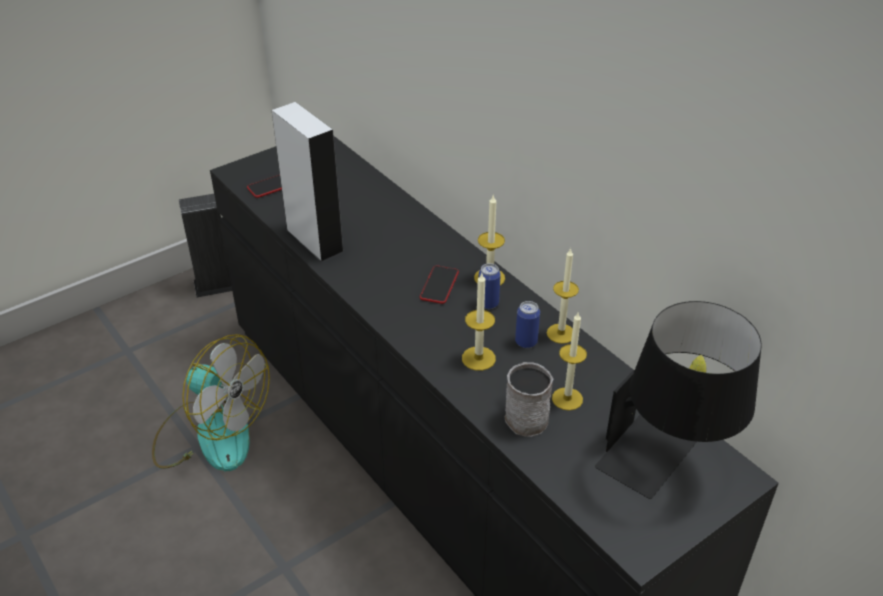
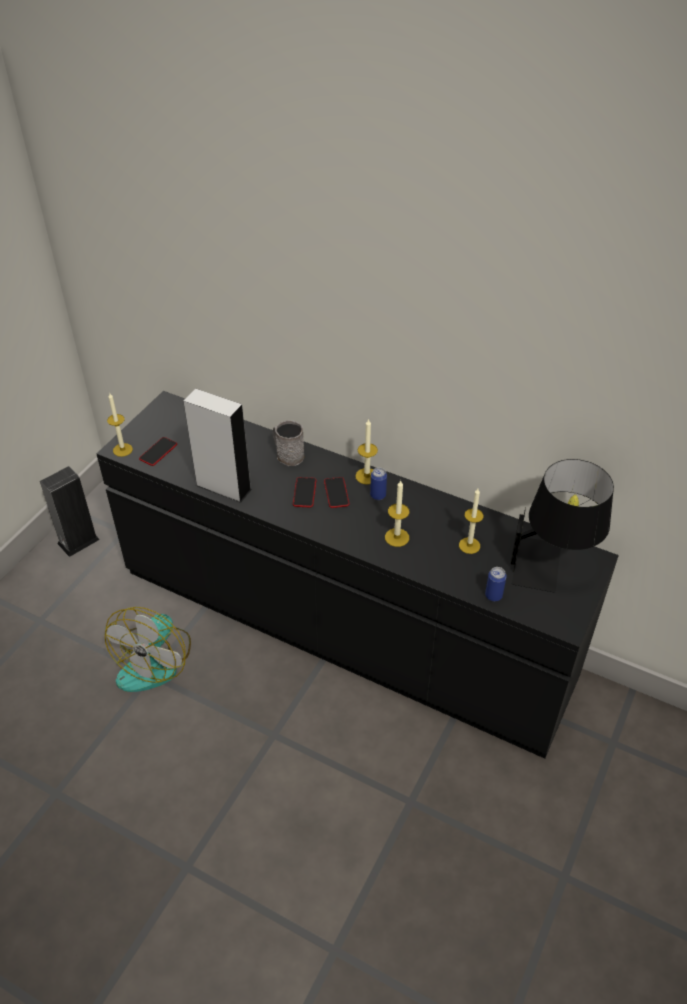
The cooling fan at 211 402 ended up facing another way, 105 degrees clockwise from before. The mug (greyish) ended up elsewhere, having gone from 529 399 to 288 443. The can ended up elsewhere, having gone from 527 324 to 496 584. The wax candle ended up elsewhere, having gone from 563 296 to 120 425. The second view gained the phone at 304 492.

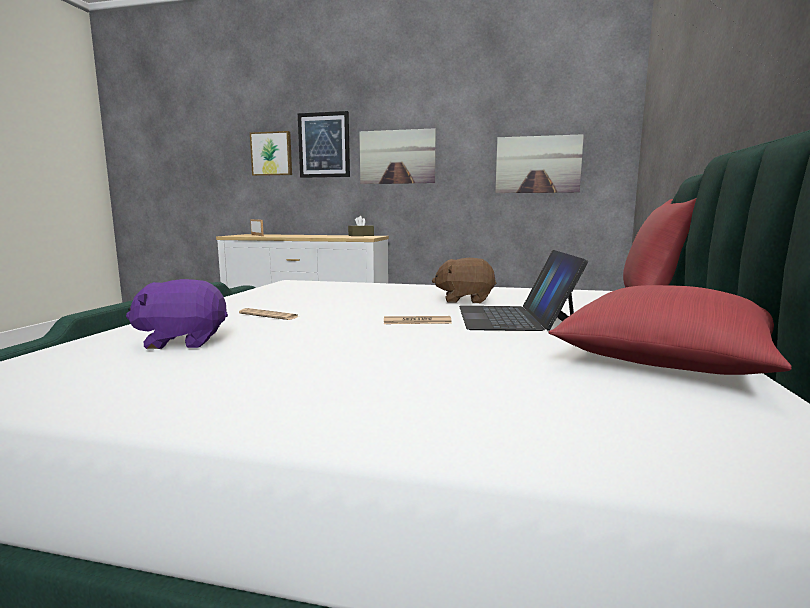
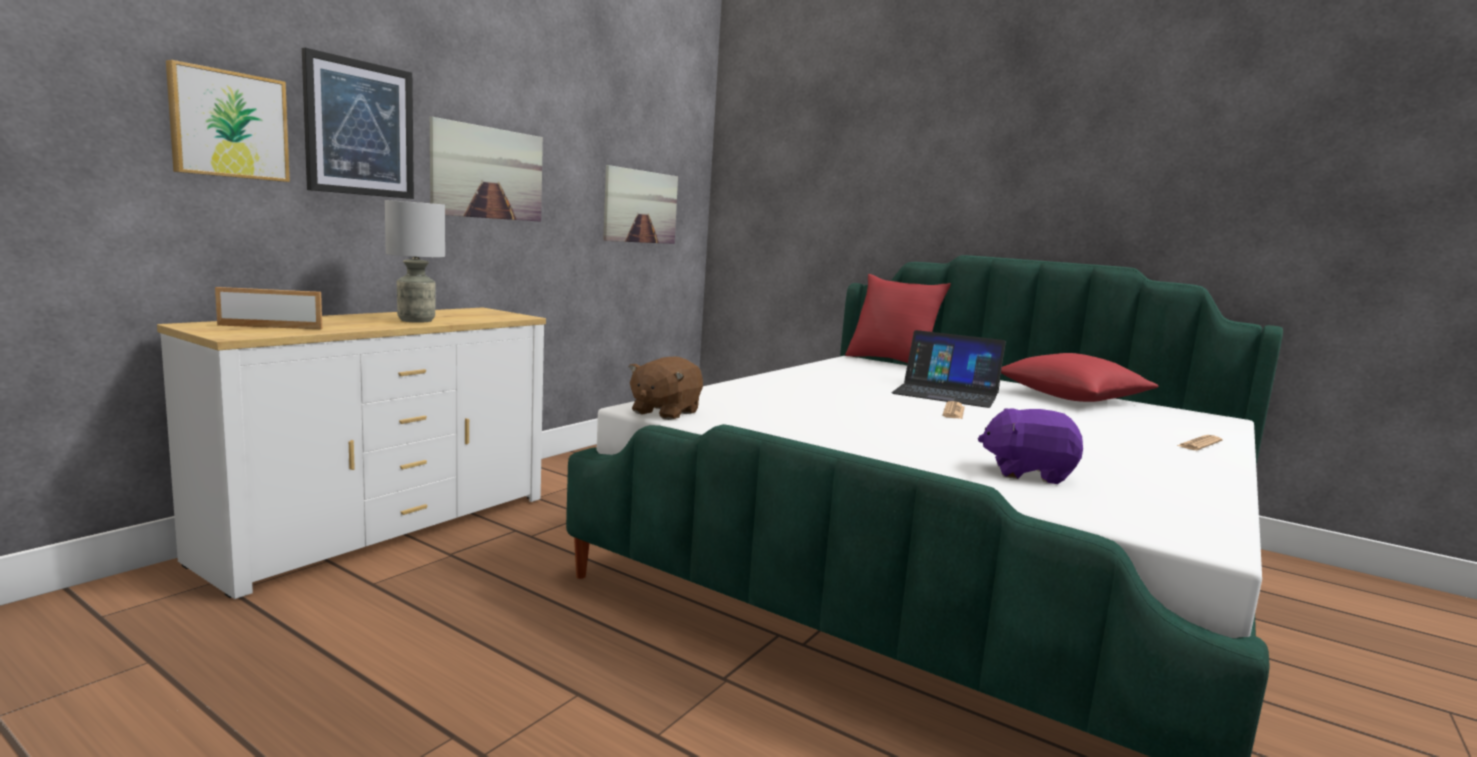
The soft toy (purple) at 177 314 ended up facing another way, 90 degrees clockwise from before. The newspaper ended up elsewhere, having gone from 269 314 to 1200 442. The second view lost the tissue holder (brown) at 361 226. The soft toy (brown) ended up elsewhere, having gone from 464 280 to 666 388. The second view gained the tabletop lamp (greyish) at 415 261.

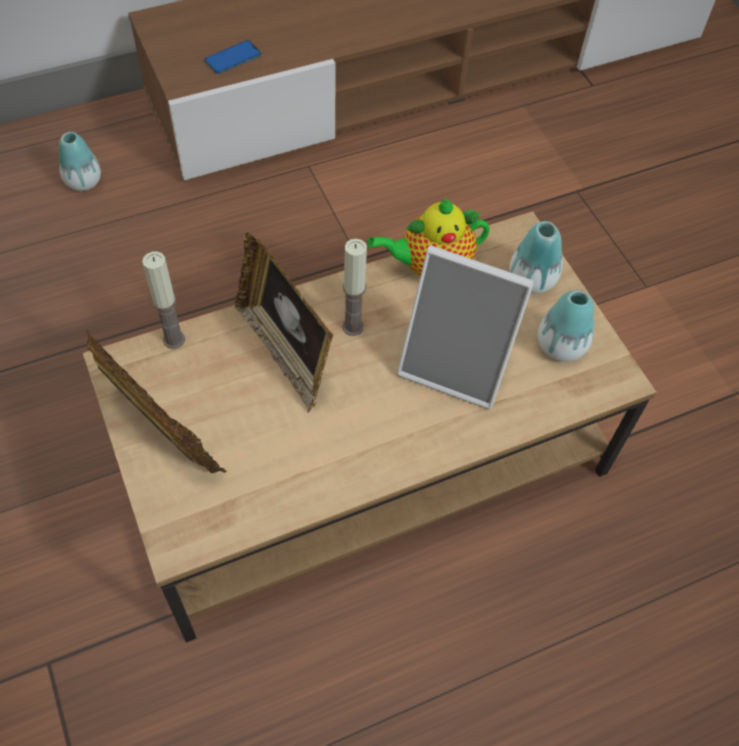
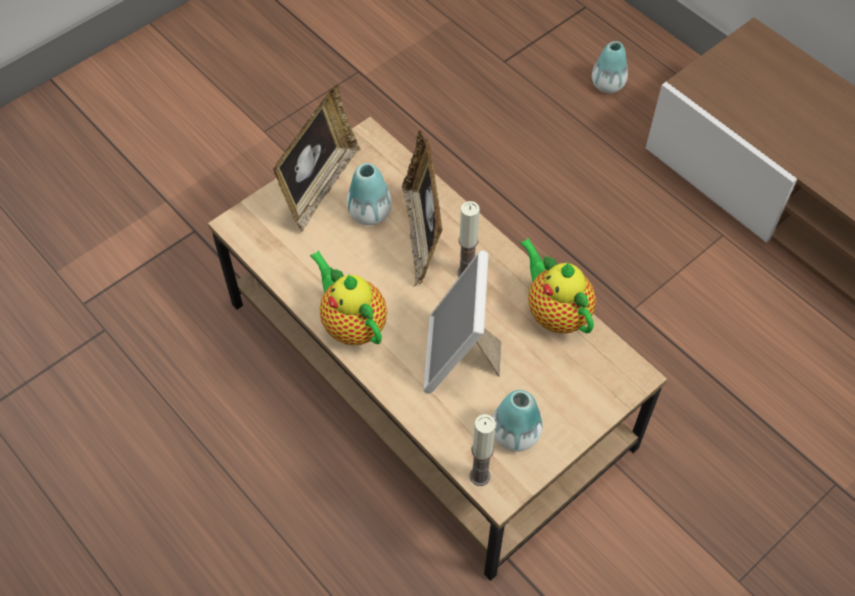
The wax candle ended up elsewhere, having gone from 163 300 to 483 450. The second view lost the phone at 233 57. The photo frame at 284 322 ended up facing another way, 45 degrees counterclockwise from before. The flower vase ended up elsewhere, having gone from 536 257 to 369 194. The second view gained the pot for tea at 348 297.

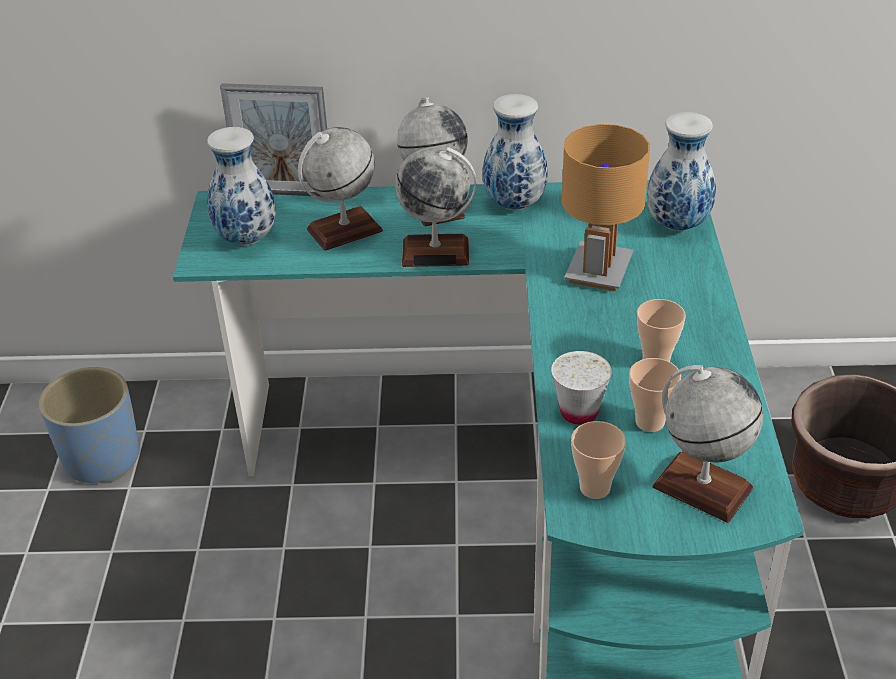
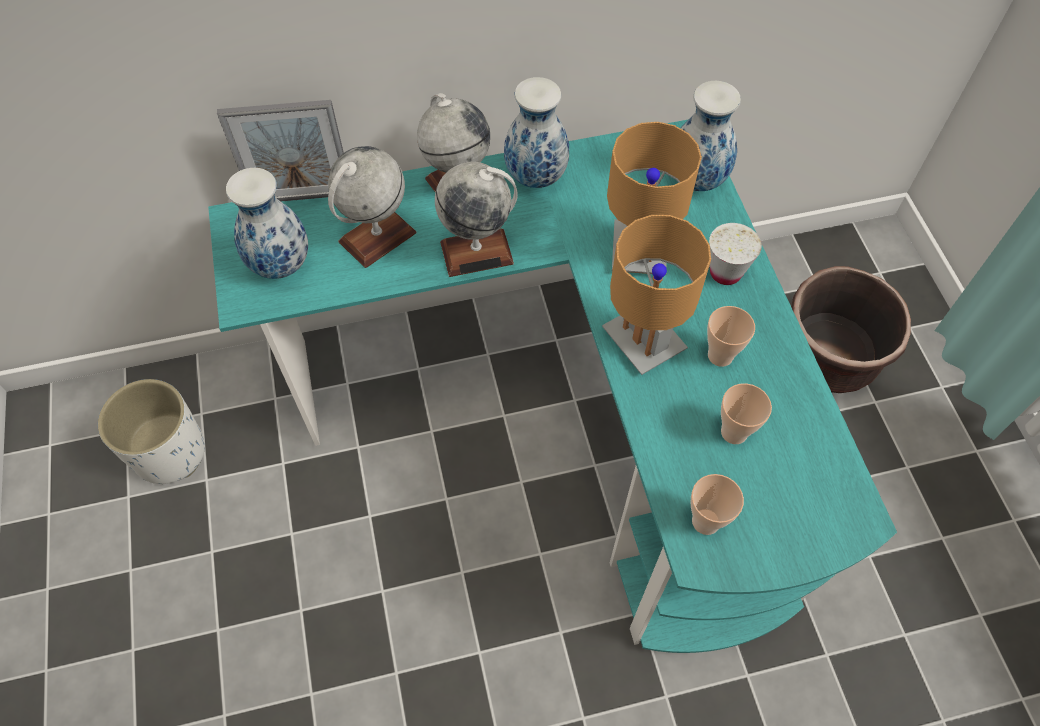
What was the plant pot (blue) at 89 425 turned into the plant pot (whitish) at 151 431. The drinking cup (whitish) ended up elsewhere, having gone from 581 388 to 735 254. The second view lost the world globe at 707 444. The second view gained the tabletop lamp (brown) at 656 295.

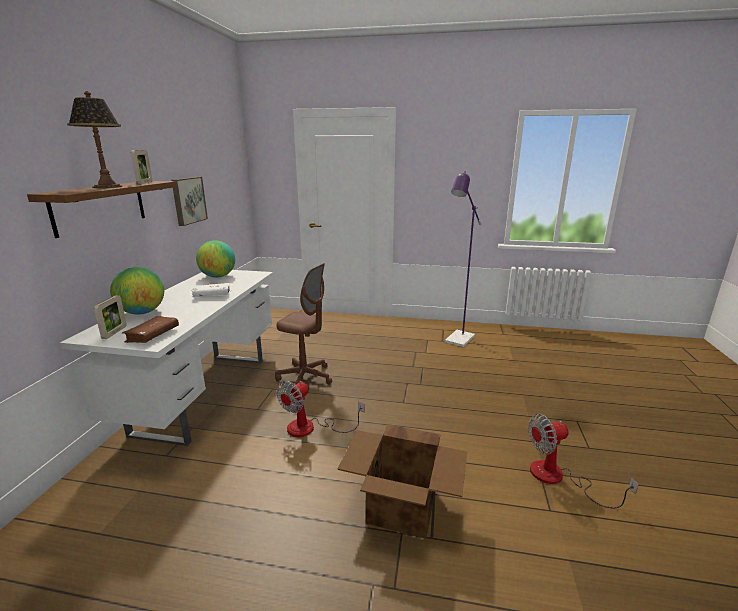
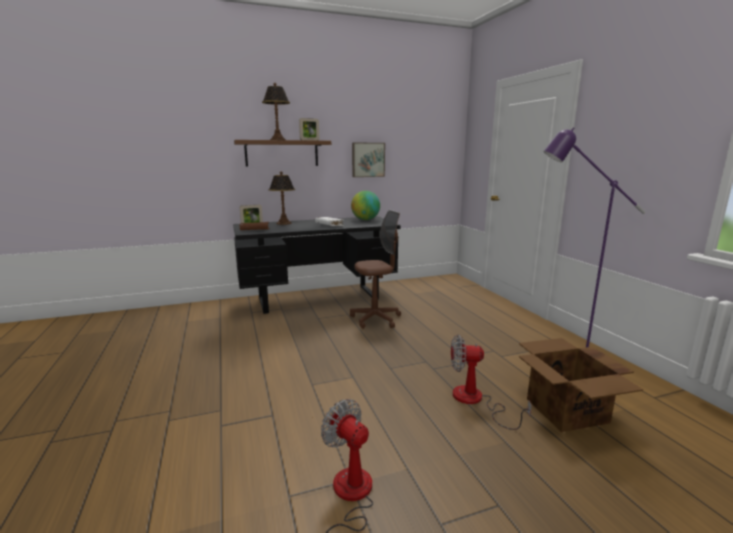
What was the desk unit (whitish) at 166 358 turned into the desk unit (black-coloured) at 317 265. Where the world globe stood at 137 290, the tabletop lamp came to stand at 282 198. The computer chair (brown) at 303 324 ended up facing another way, 105 degrees counterclockwise from before. The cooling fan ended up elsewhere, having gone from 320 409 to 491 382. The packing box ended up elsewhere, having gone from 402 481 to 581 385.

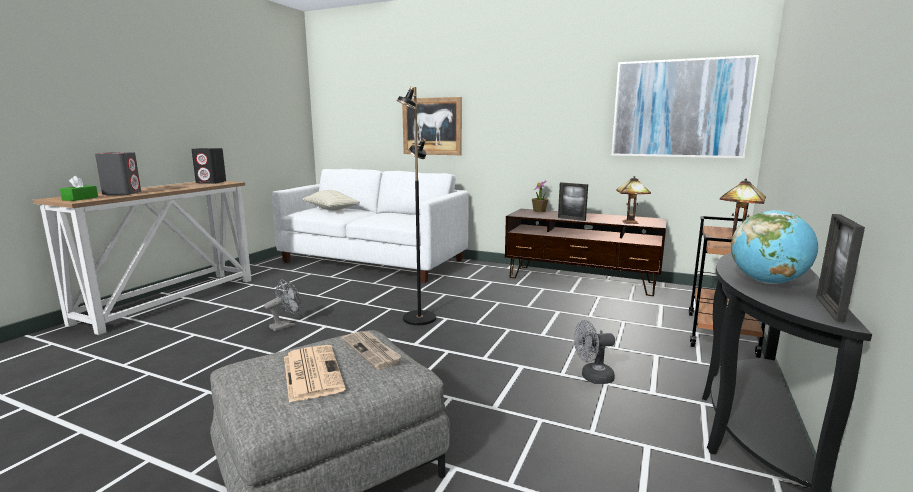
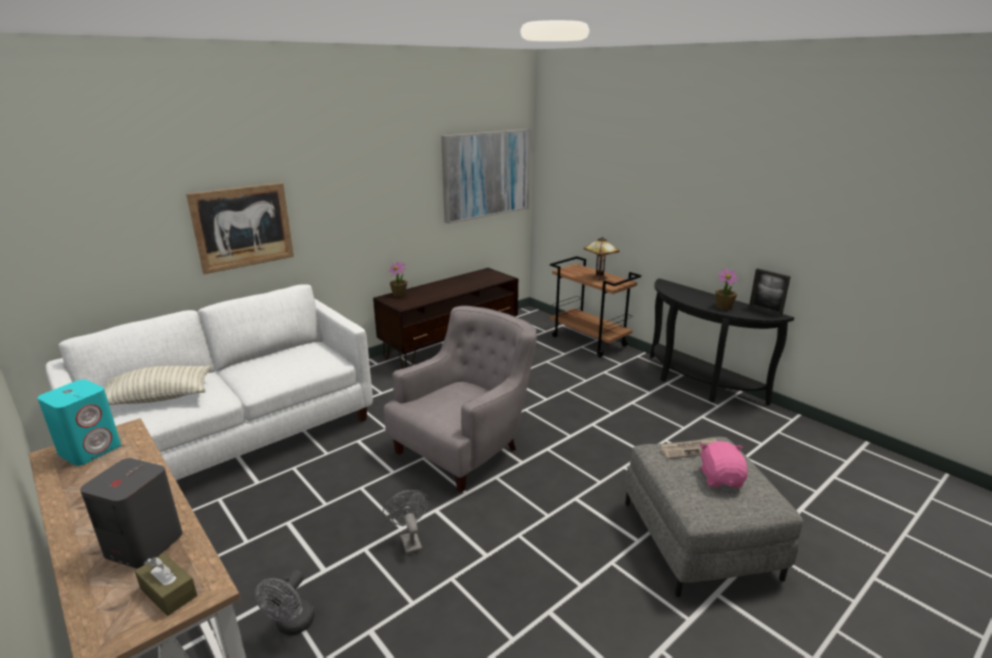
What was the tissue holder (green) at 79 188 turned into the tissue holder (brown) at 166 584. What was the audio speaker (black-coloured) at 208 166 turned into the audio speaker (blue-green) at 79 422. Where the newspaper stood at 314 374, the soft toy (pinkish) came to stand at 724 464. Where the standing lamp (black-coloured) stood at 416 206, the armchair (greyish) came to stand at 460 399. The second view lost the photo frame at 573 201. The cooling fan (greyish) ended up elsewhere, having gone from 594 352 to 285 602. The second view lost the tabletop lamp at 633 200. Where the world globe stood at 774 247, the plant in a pot came to stand at 727 289.

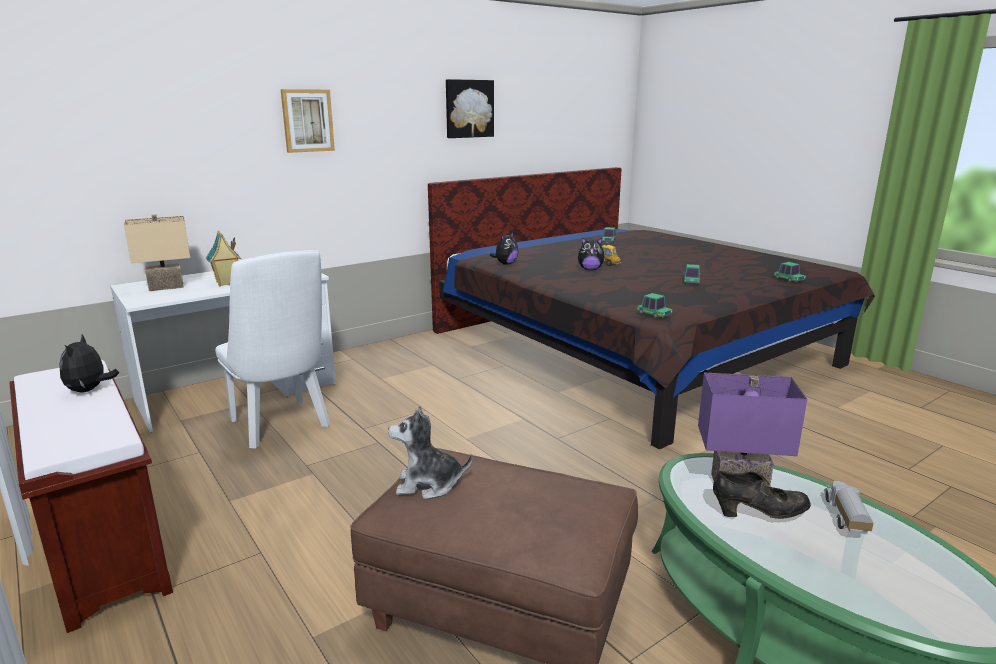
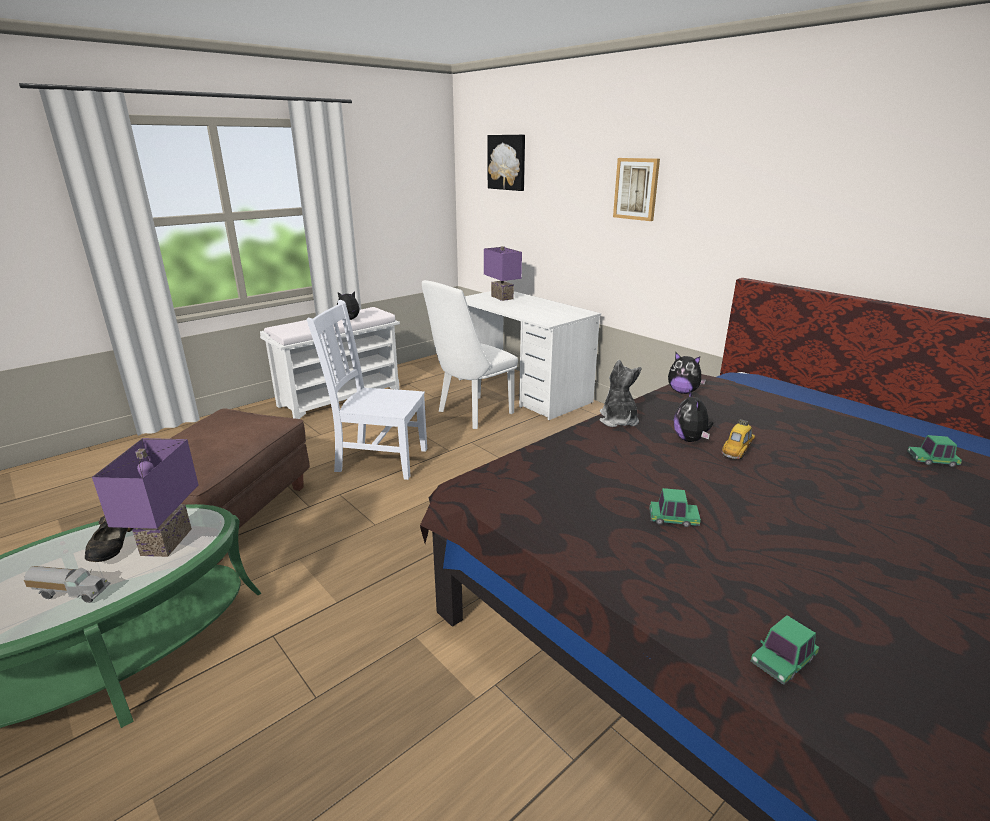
What was the indoor bench (brown) at 91 496 turned into the indoor bench (whitish) at 330 363. What was the tabletop lamp (sand-coloured) at 157 253 turned into the tabletop lamp (purple) at 503 273. The second view lost the toy house at 223 258. The soft toy ended up elsewhere, having gone from 430 452 to 621 393. The picture ended up elsewhere, having gone from 470 108 to 506 163. The second view lost the model car at 655 305. The second view gained the plain chair (whitish) at 367 390.

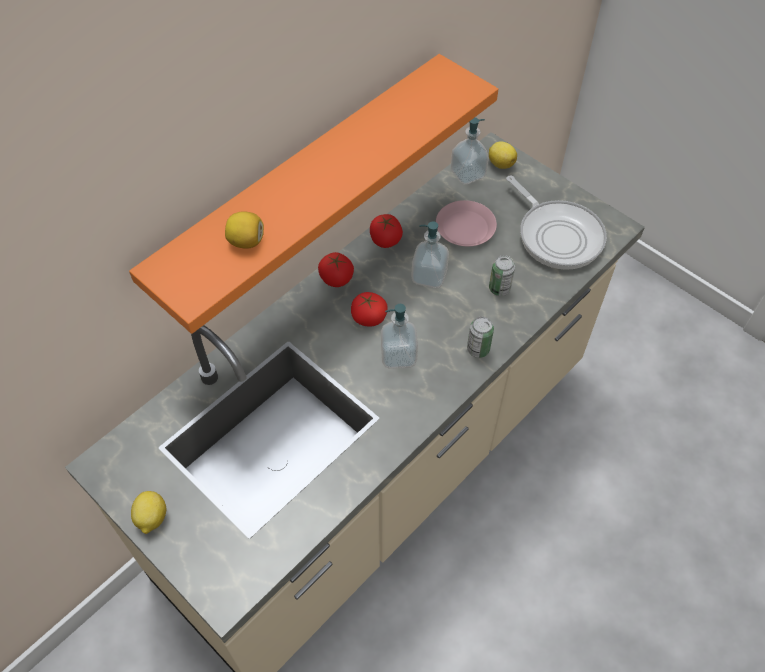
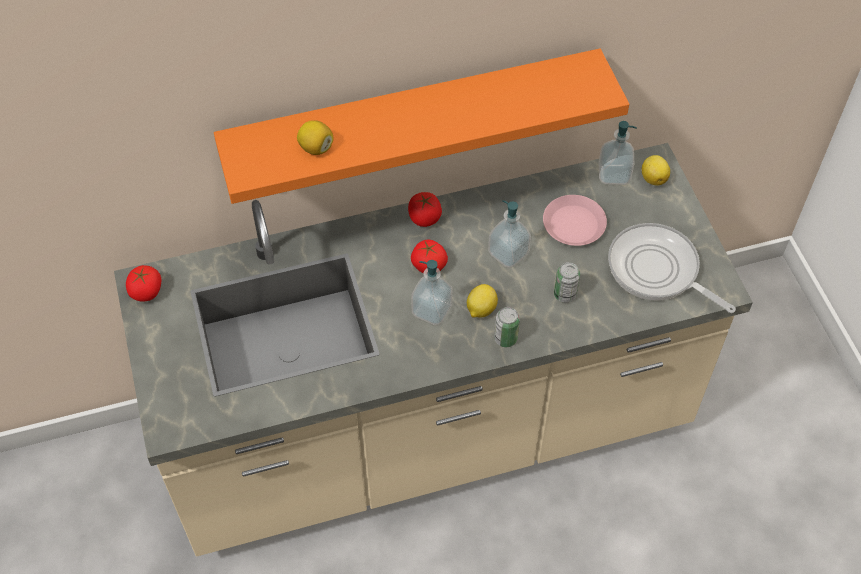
The whole lemon ended up elsewhere, having gone from 148 512 to 482 301. The whole tomato ended up elsewhere, having gone from 386 231 to 143 283. The pan at 556 223 ended up facing another way, 135 degrees clockwise from before.

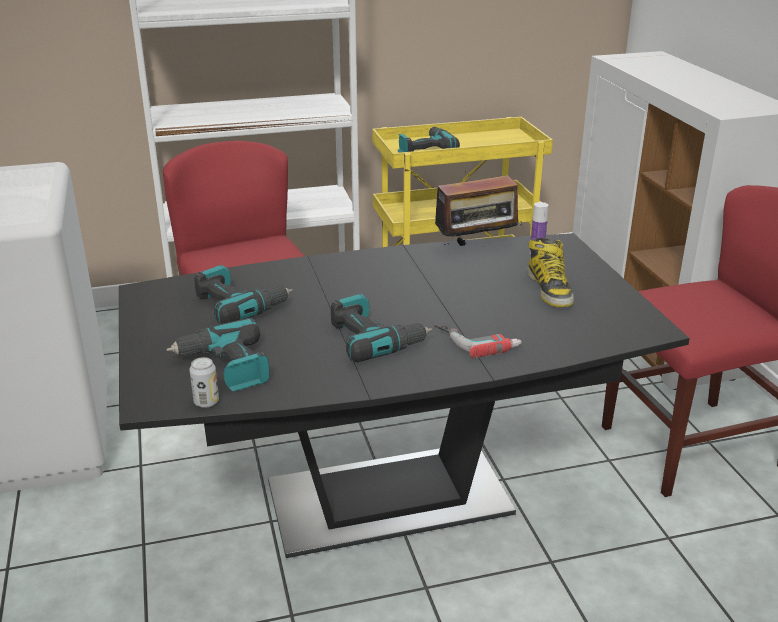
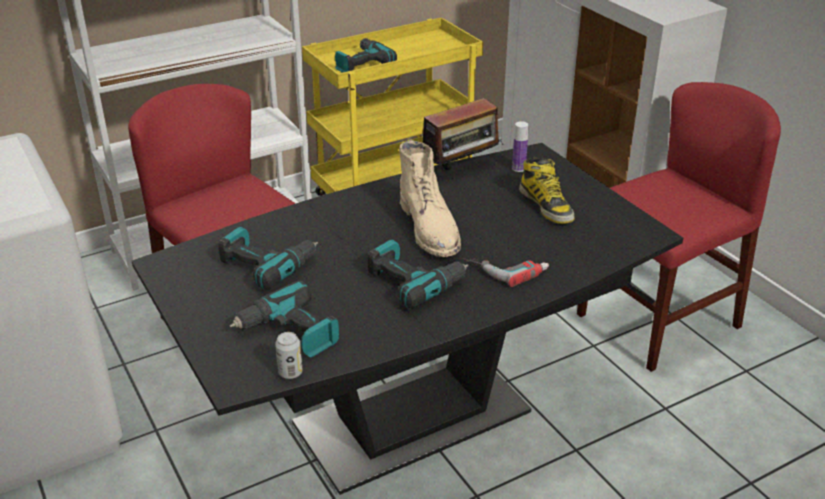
The second view gained the tall boot (sand-coloured) at 430 198.

